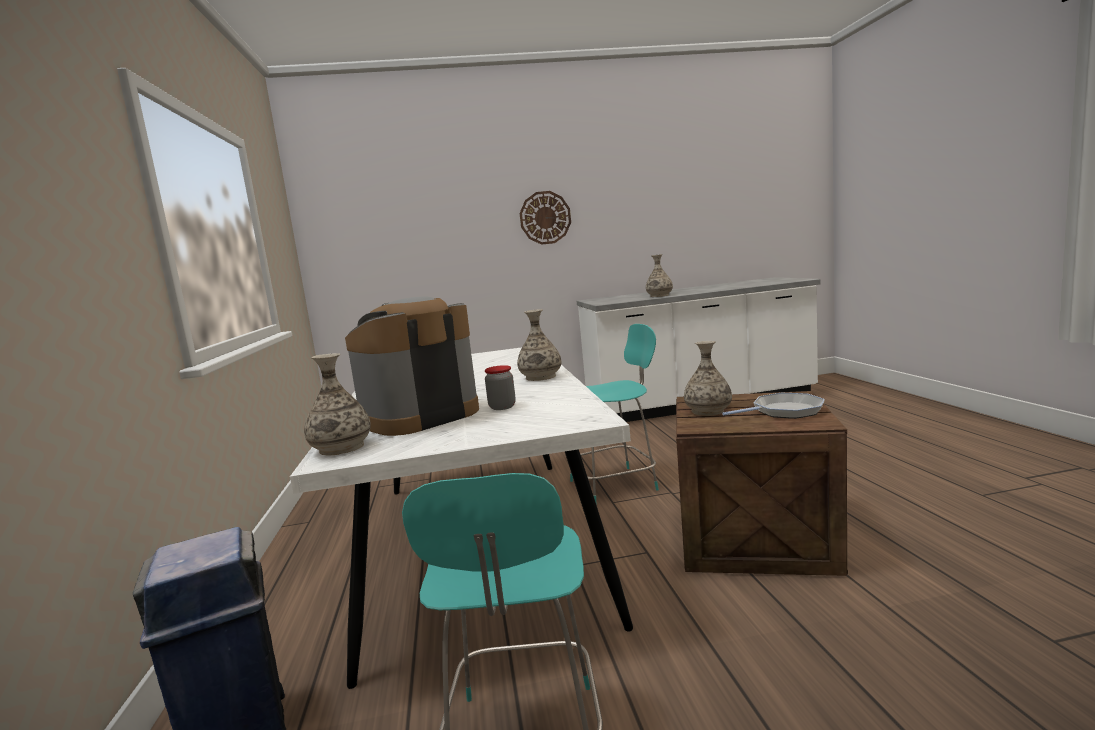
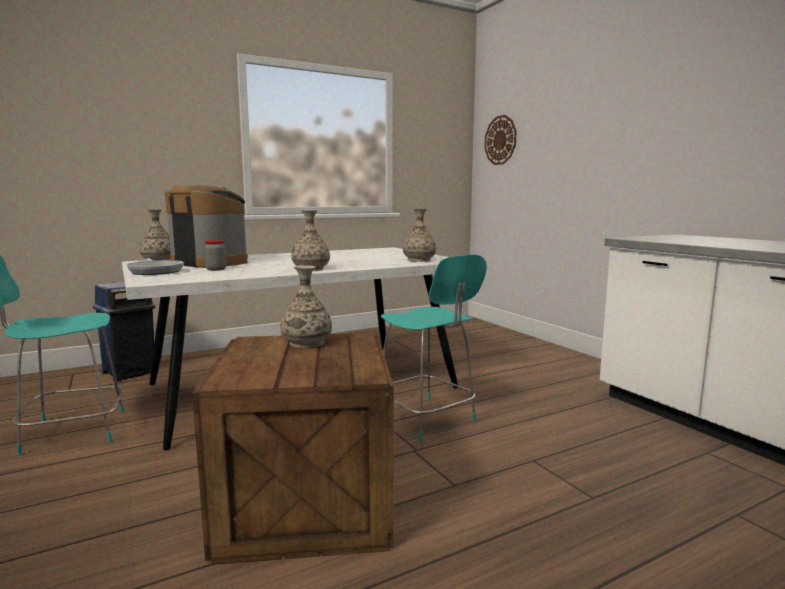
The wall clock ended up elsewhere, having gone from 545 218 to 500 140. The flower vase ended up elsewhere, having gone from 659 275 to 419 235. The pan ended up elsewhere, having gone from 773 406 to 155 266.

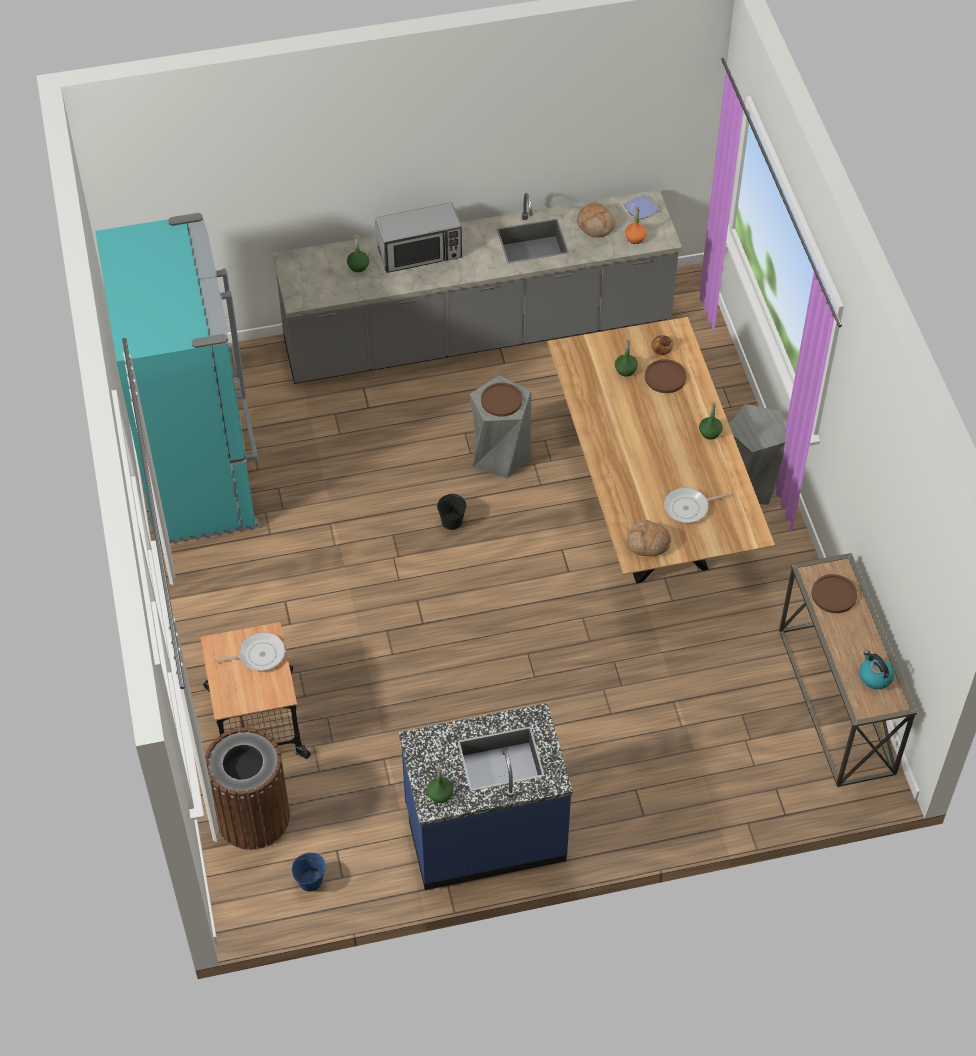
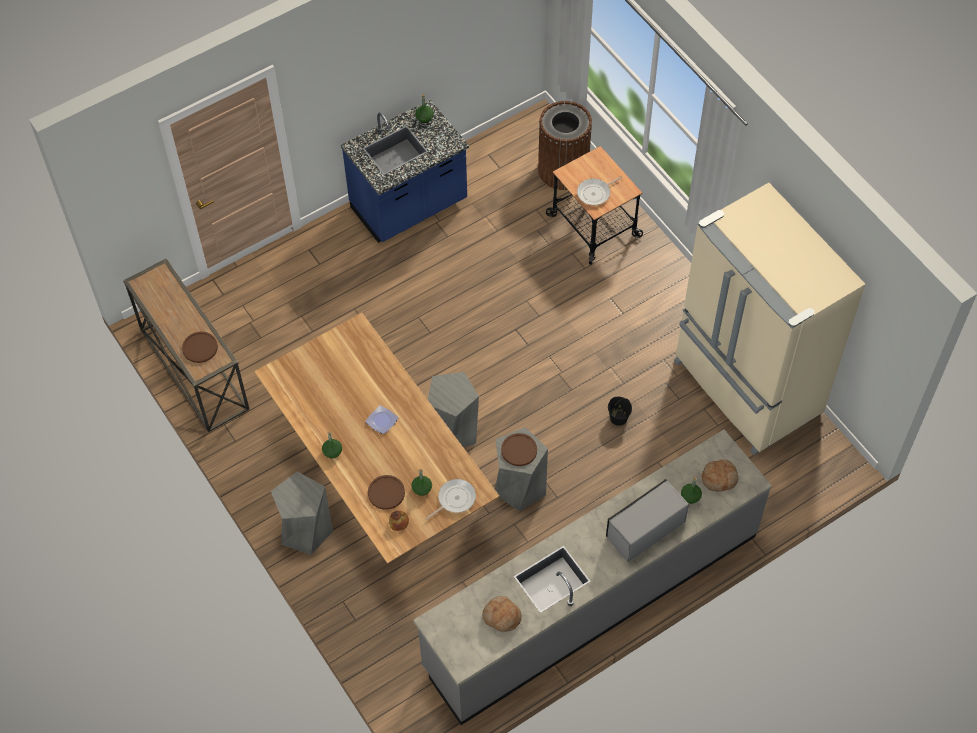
What was the fridge (blue-green) at 177 378 turned into the fridge (sand-coloured) at 769 319. The second view lost the pail (blue) at 309 872. The pail (black-coloured) ended up elsewhere, having gone from 452 512 to 620 411. The plate ended up elsewhere, having gone from 641 207 to 381 419. The second view lost the beverage bottle (orange-coloured) at 636 225. The bread ended up elsewhere, having gone from 649 538 to 719 475. The pan ended up elsewhere, having gone from 697 505 to 450 499. The second view lost the water kettle at 876 669. The second view gained the stool (greyish) at 453 410.

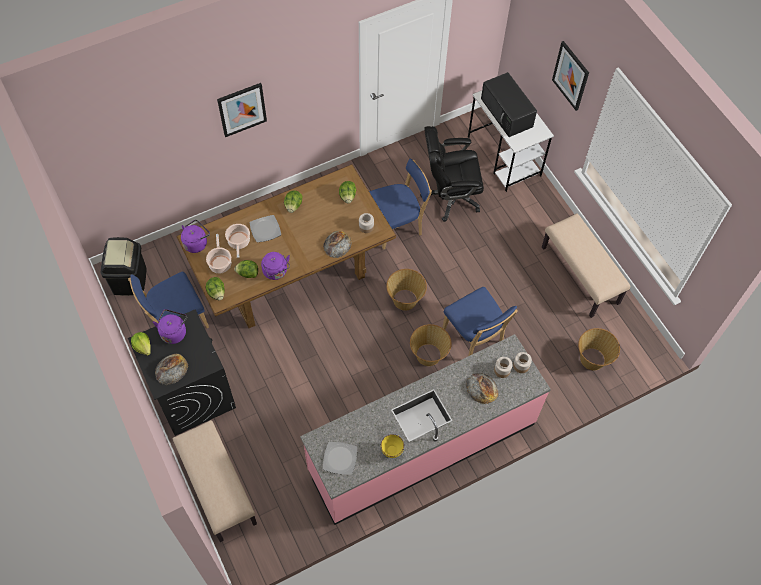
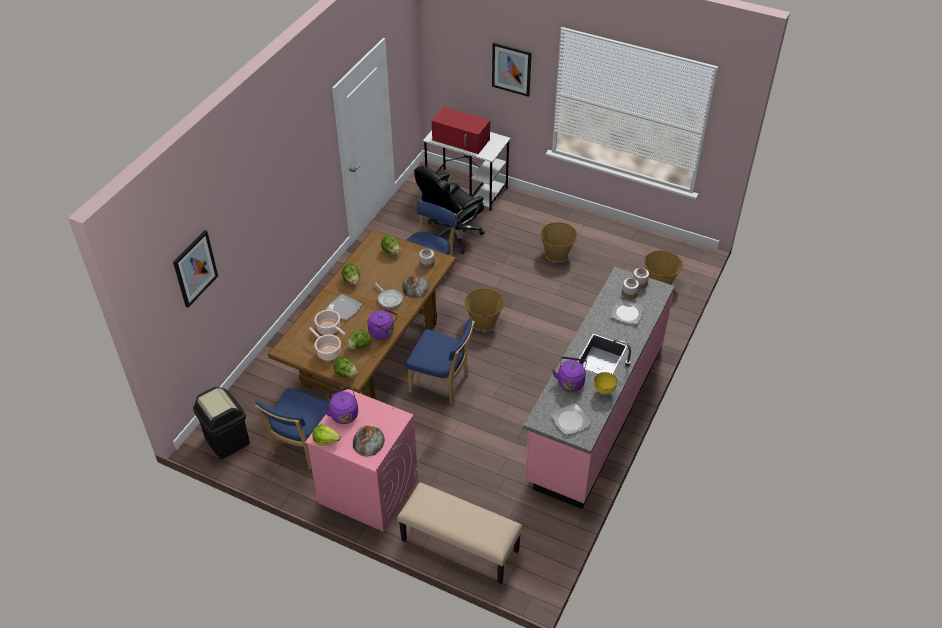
What was the laundry appliance (black-coloured) at 182 373 turned into the laundry appliance (pinkish) at 361 460. The water kettle (purple) ended up elsewhere, having gone from 195 236 to 569 374. The picture ended up elsewhere, having gone from 242 110 to 195 269. The storage basket ended up elsewhere, having gone from 431 345 to 559 241. The plain chair (blue) ended up elsewhere, having gone from 480 321 to 440 361. Where the bread stood at 482 388, the plate came to stand at 627 311. What was the microwave oven (black-coloured) at 509 104 turned into the microwave oven (red-coloured) at 461 130. The second view lost the indoor bench (sand-coloured) at 586 265. The second view gained the pan at 388 295.

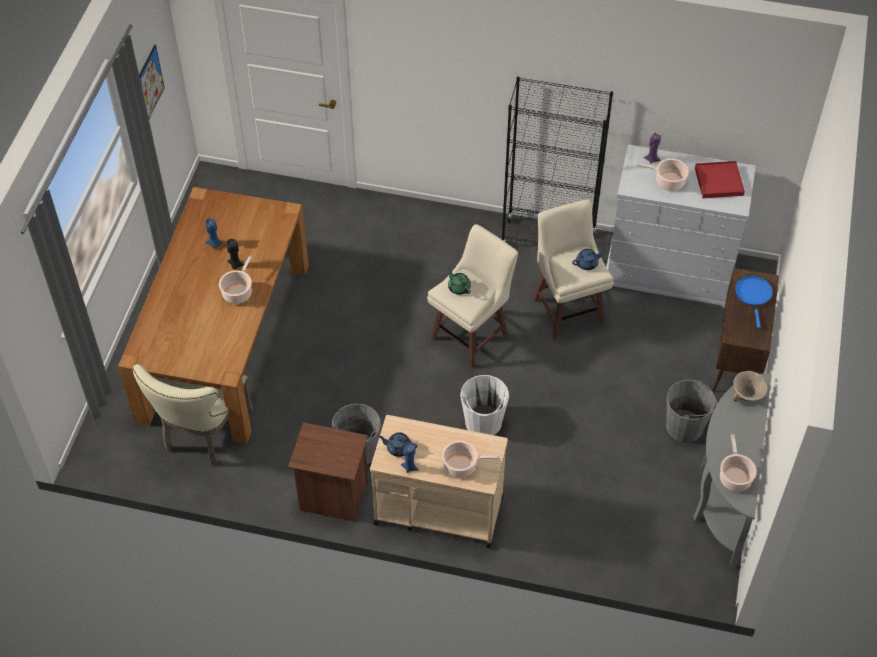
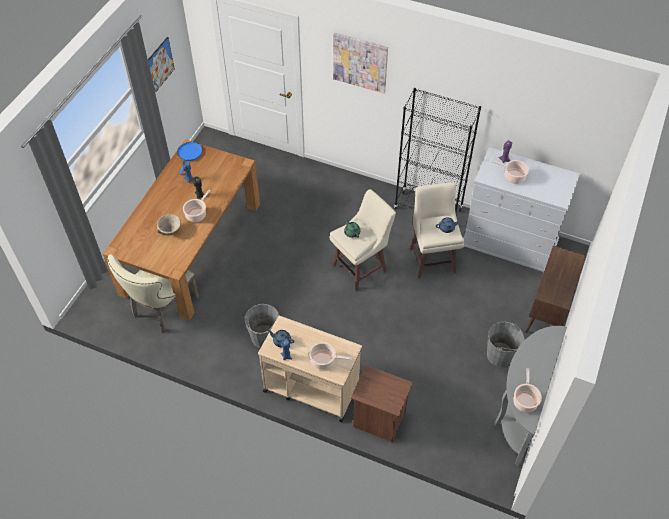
The bedside table (brown) ended up elsewhere, having gone from 328 472 to 382 403. The second view lost the pail (whitish) at 484 405. The second view lost the carrying tray (red-coloured) at 720 179. The bowl (sand-coloured) ended up elsewhere, having gone from 750 386 to 169 224. The pan (blue) ended up elsewhere, having gone from 754 301 to 190 158. The second view gained the picture at 360 63.

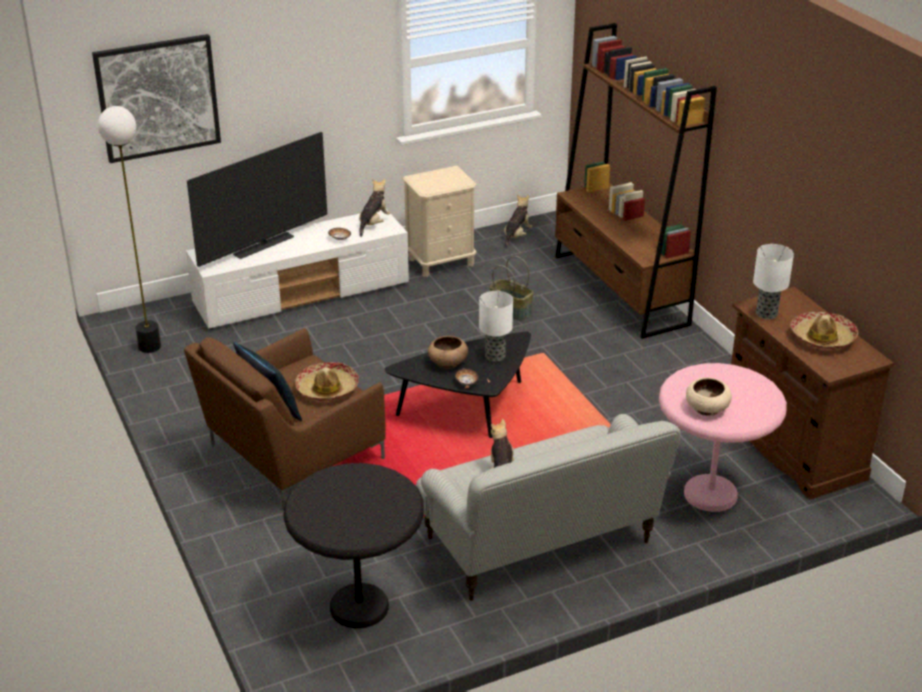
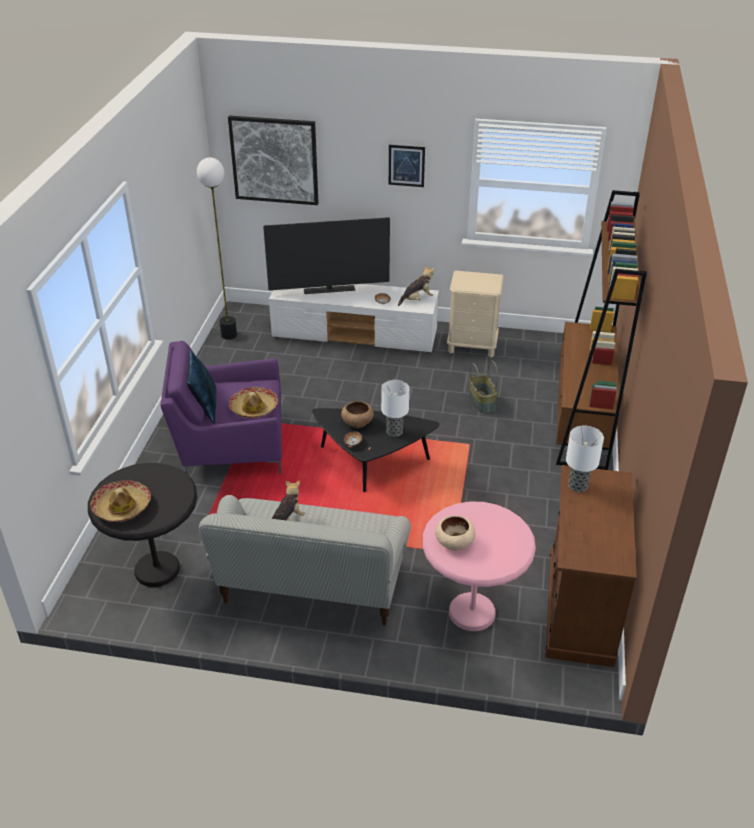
What was the armchair (brown) at 285 418 turned into the armchair (purple) at 221 408. The second view lost the soft toy at 518 221. The wearable hat ended up elsewhere, having gone from 824 331 to 121 501. The second view gained the picture at 407 166.

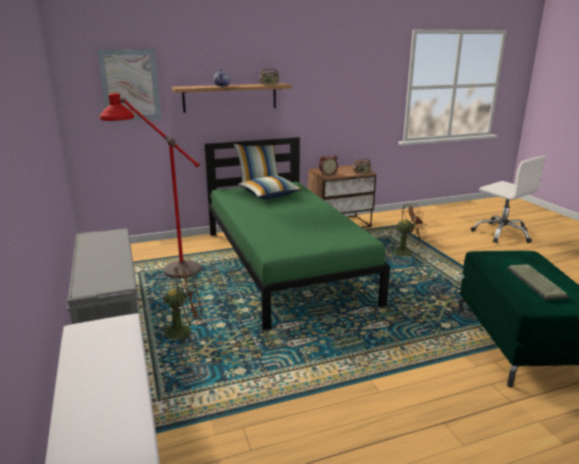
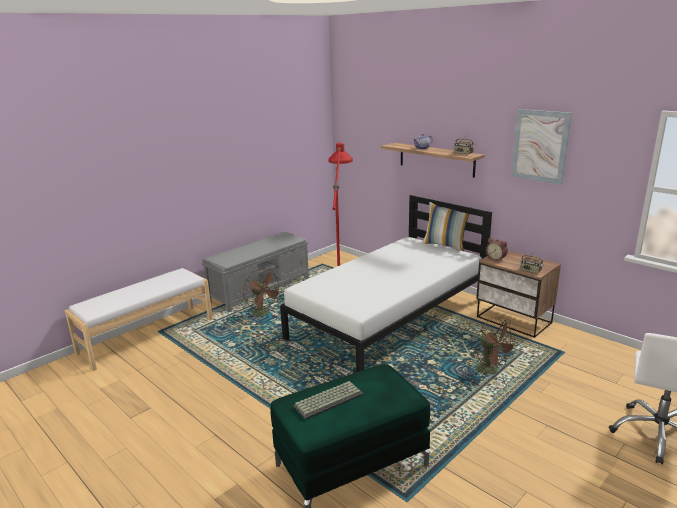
The picture ended up elsewhere, having gone from 129 85 to 541 147. What was the bed (green) at 297 233 turned into the bed (whitish) at 386 283. The second view lost the cushion at 270 187.

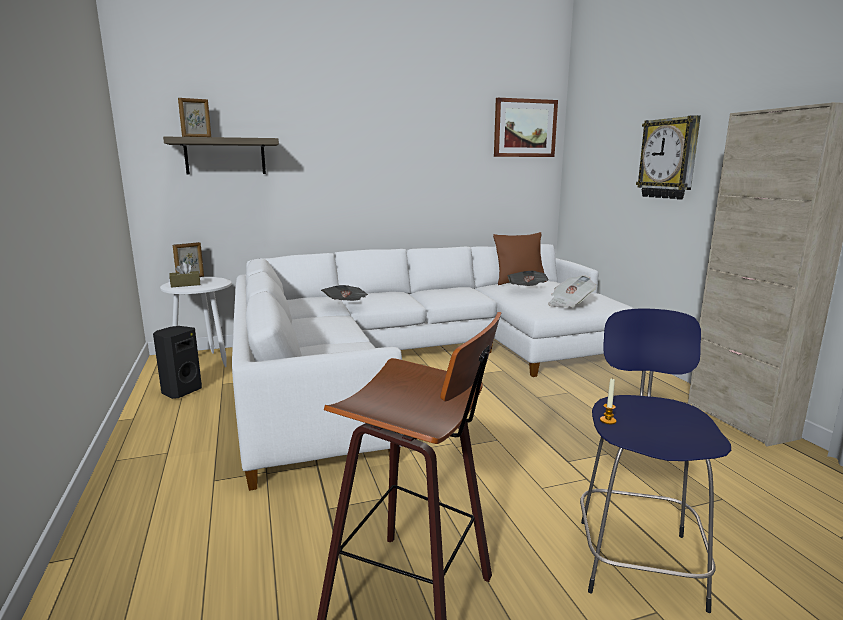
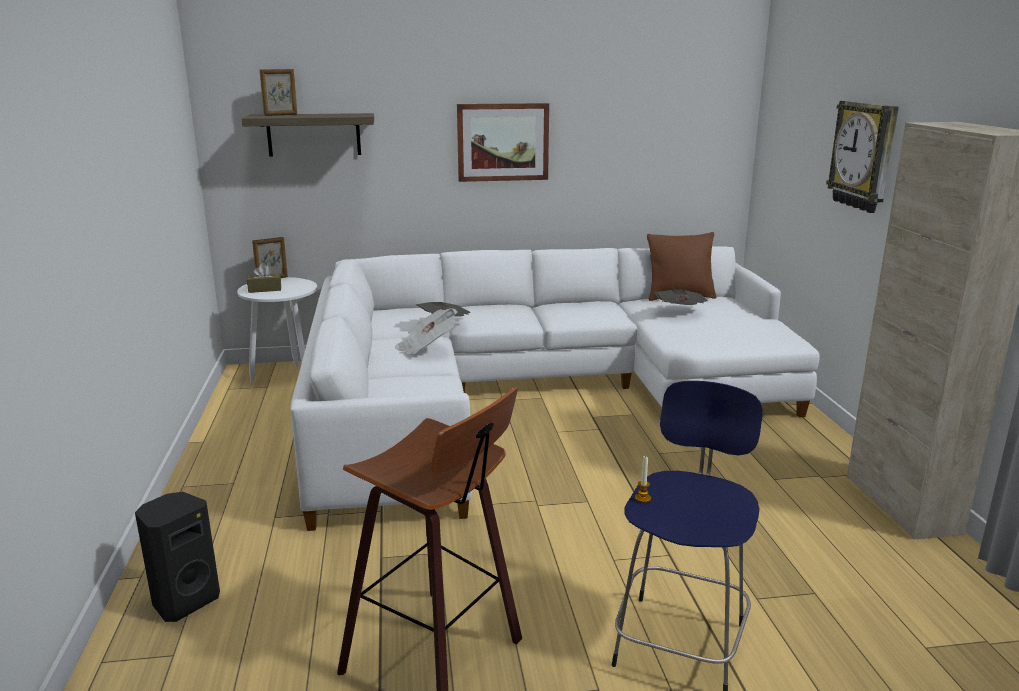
The audio speaker (black-coloured) ended up elsewhere, having gone from 177 362 to 177 557. The picture ended up elsewhere, having gone from 526 127 to 503 142. The newspaper ended up elsewhere, having gone from 572 291 to 426 331.

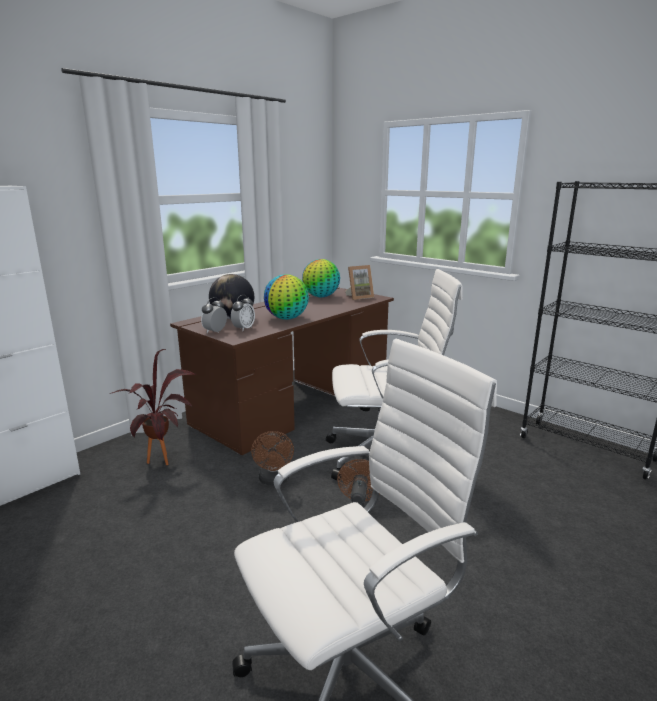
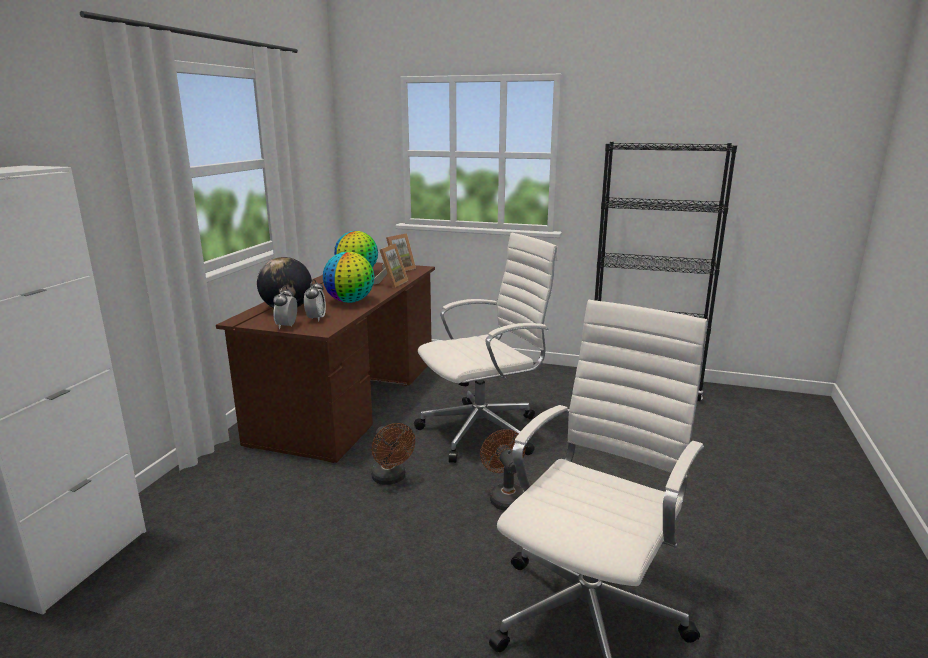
The second view lost the plant in a pot at 154 407. The second view gained the photo frame at 390 266.

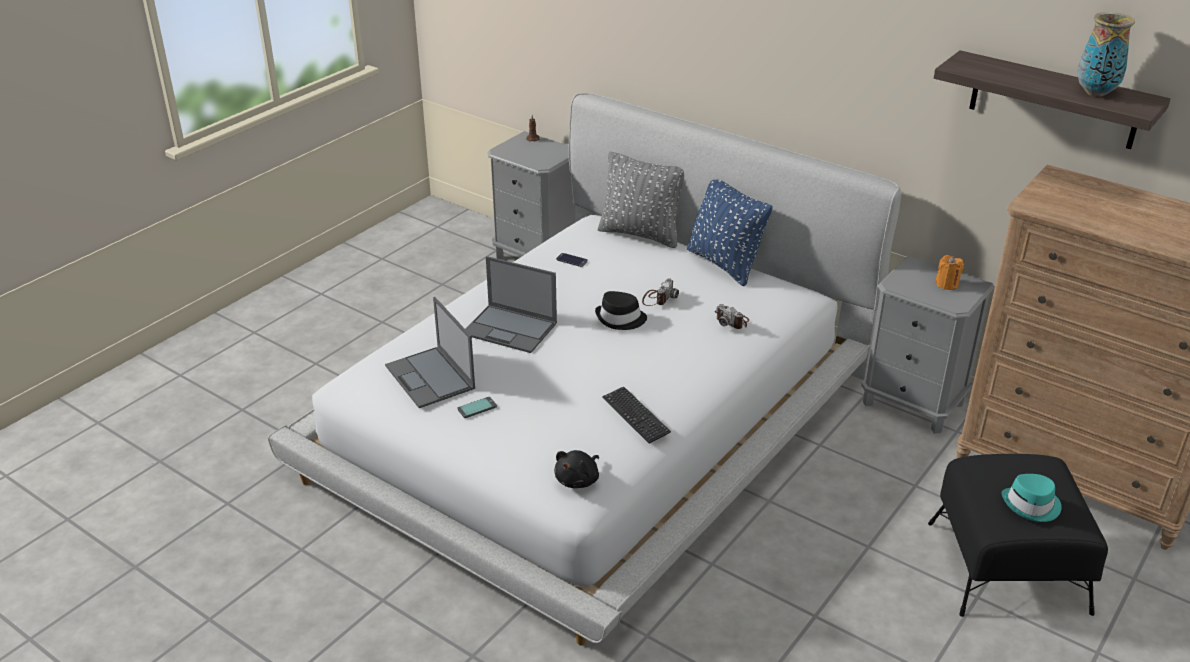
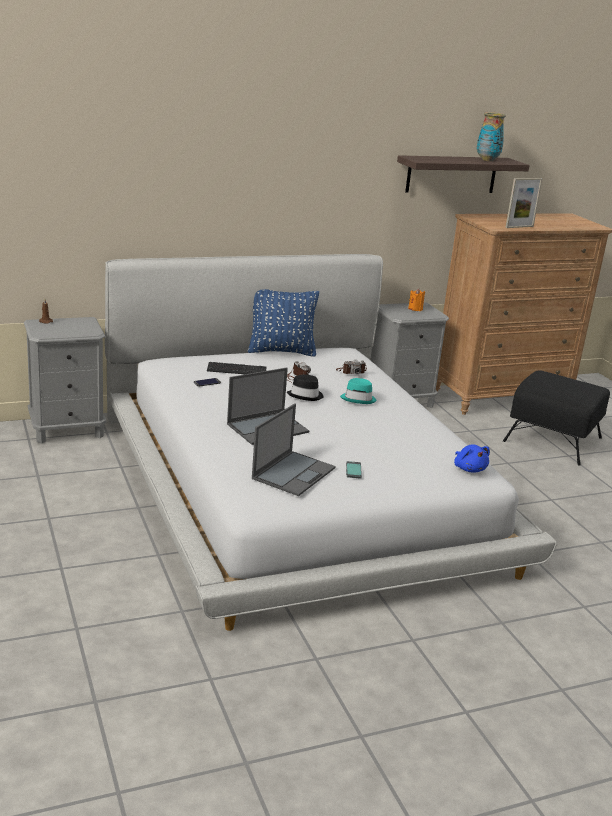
The notebook computer at 430 352 ended up facing another way, 60 degrees counterclockwise from before. What was the soft toy (black-coloured) at 576 469 turned into the soft toy (blue) at 472 458. The second view lost the cushion (greyish) at 641 199. The keyboard ended up elsewhere, having gone from 636 414 to 237 368. The wearable hat (blue-green) ended up elsewhere, having gone from 1032 498 to 358 391. The second view gained the photo frame at 524 203.

